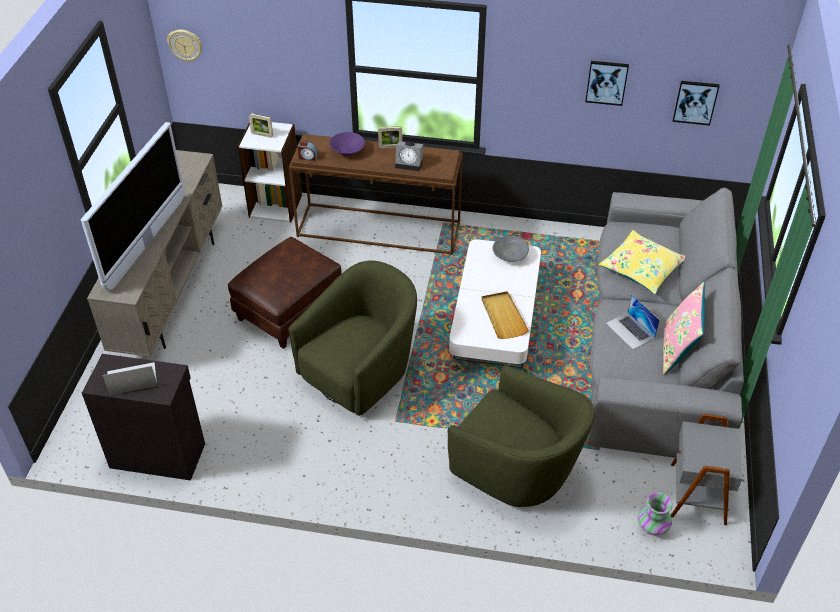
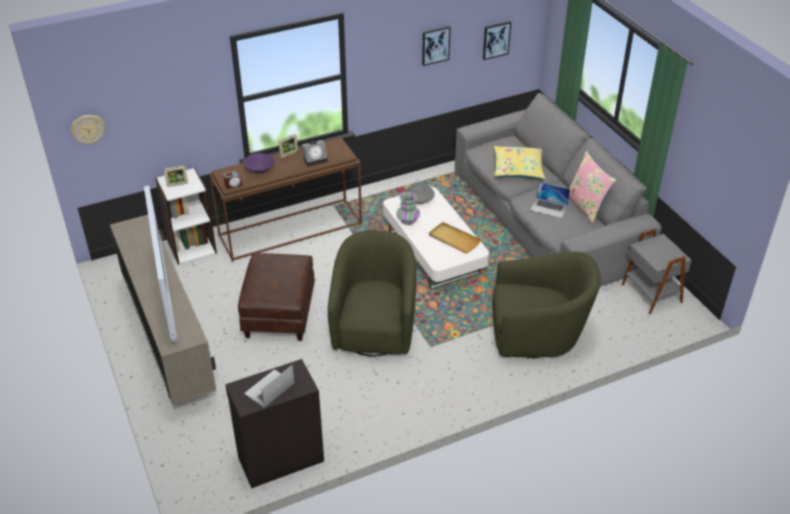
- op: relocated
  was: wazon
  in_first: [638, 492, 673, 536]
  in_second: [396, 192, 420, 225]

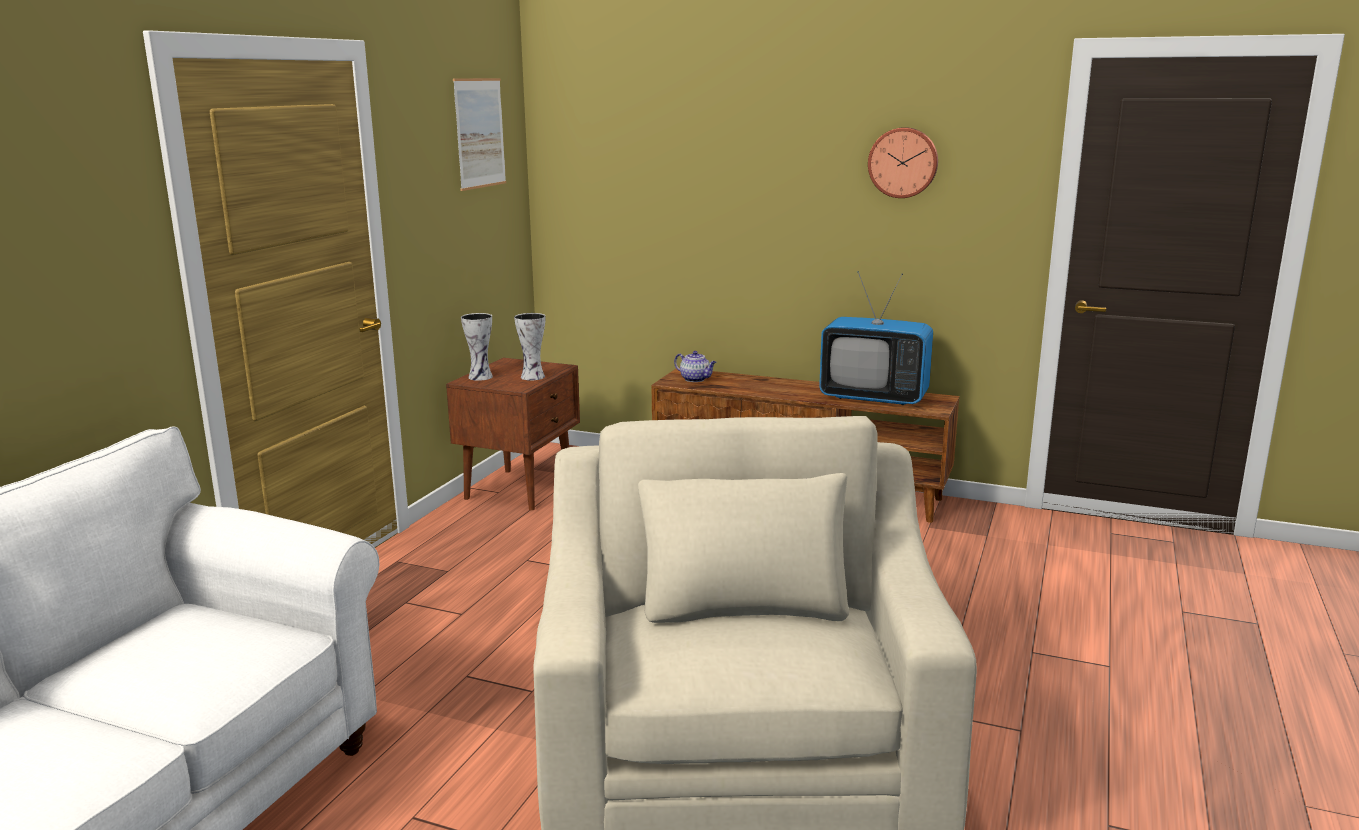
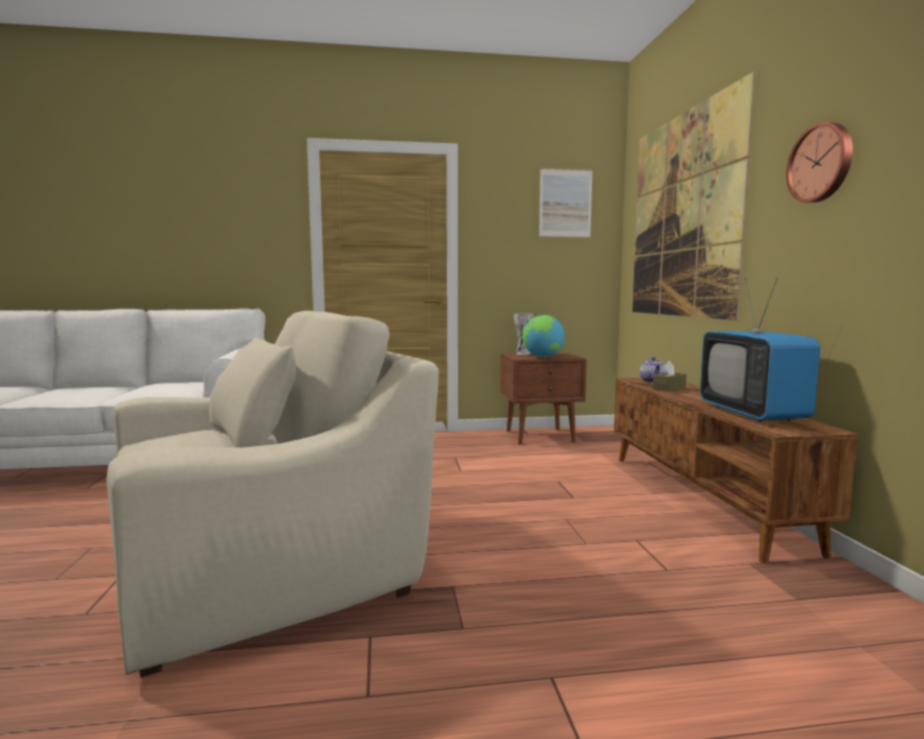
- op: appeared
  now: obraz
  in_second: [632, 71, 756, 321]
- op: appeared
  now: pudełko chusteczek (brązowy)
  in_second: [653, 361, 687, 392]
- op: exchanged
  was: wazon
  now: globus
  in_first: [514, 313, 545, 381]
  in_second: [523, 315, 565, 358]

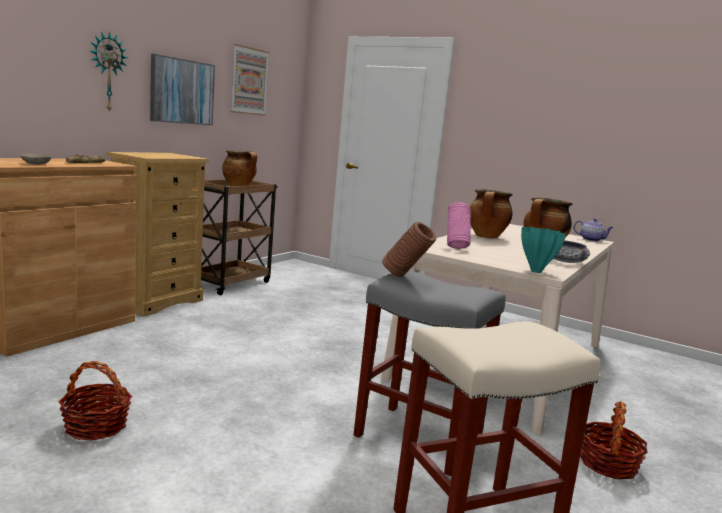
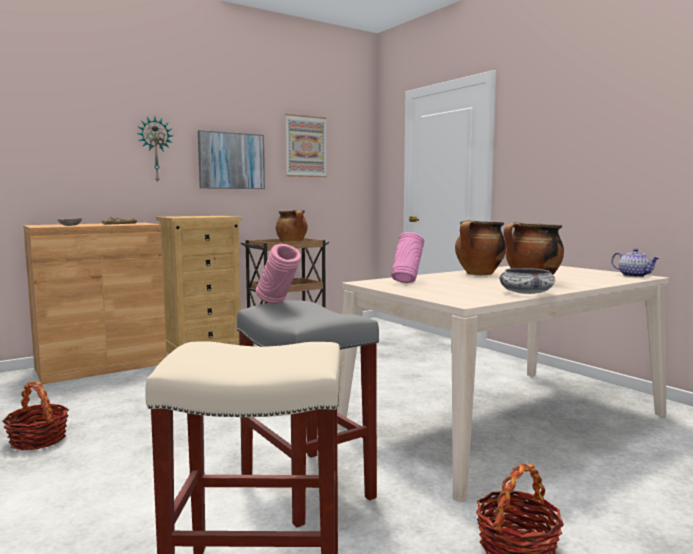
- op: missing
  was: wazon (turkusowy)
  in_first: [521, 227, 566, 273]
- op: colour
  was: wazon (brązowy)
  now: wazon (różowy)
  in_first: [382, 222, 436, 277]
  in_second: [256, 244, 301, 304]

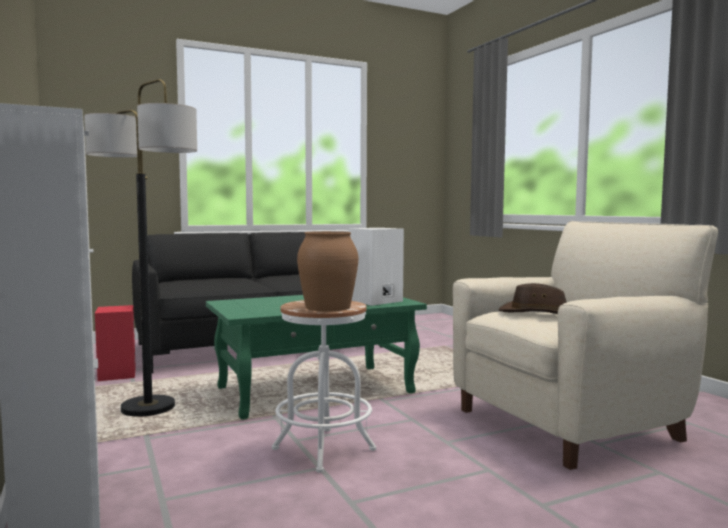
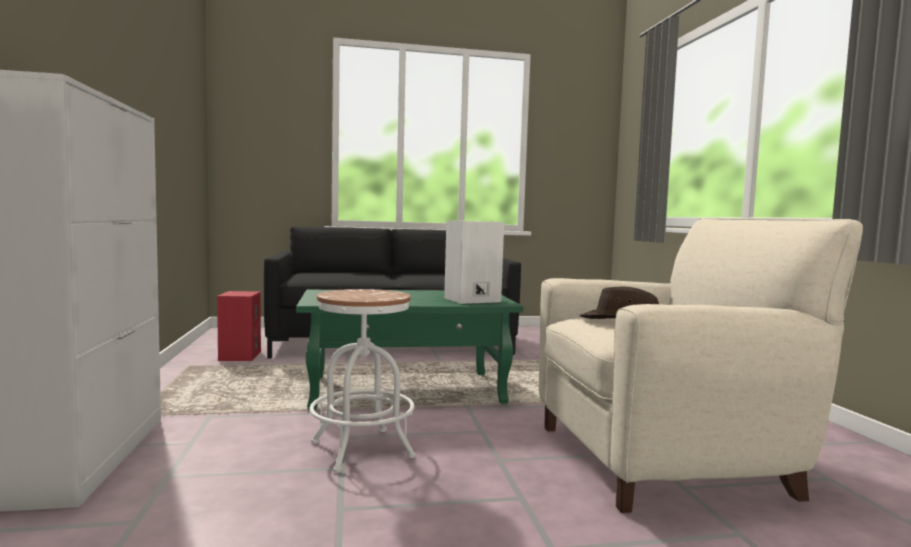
- op: missing
  was: lampa stojąca
  in_first: [84, 79, 197, 417]
- op: missing
  was: wazon (brązowy)
  in_first: [297, 231, 358, 311]

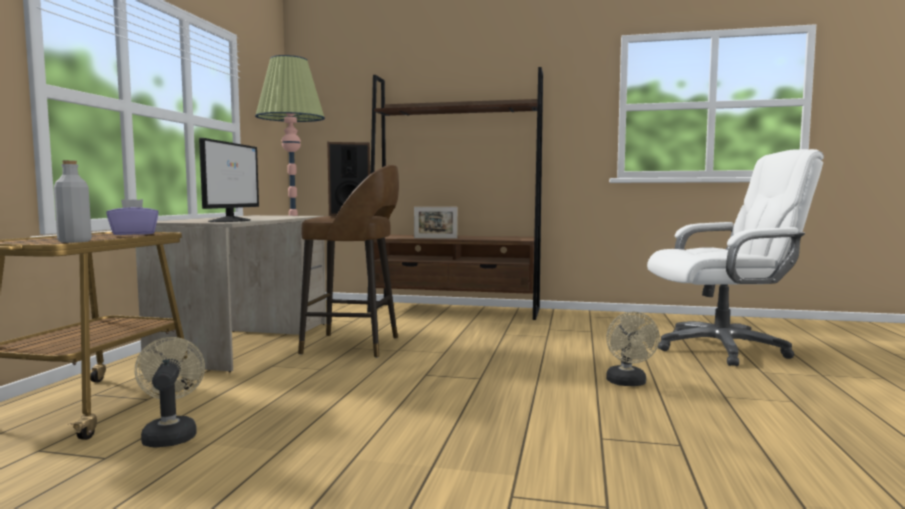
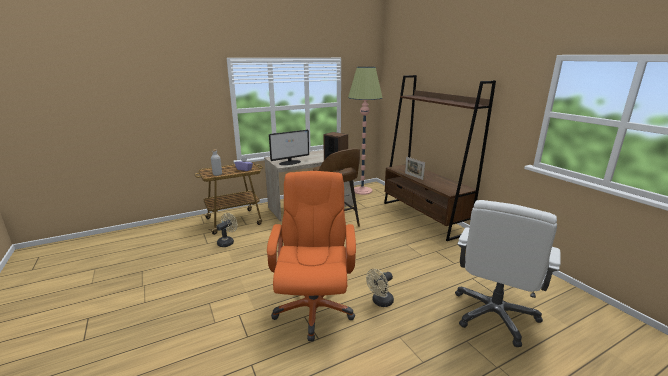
- op: appeared
  now: krzesło biurowe (pomarańczowy)
  in_second: [267, 171, 356, 341]
- op: spun
  was: krzesło biurowe (biały)
  in_first: [647, 149, 824, 366]
  in_second: [455, 200, 560, 347]
  clockwise: 75

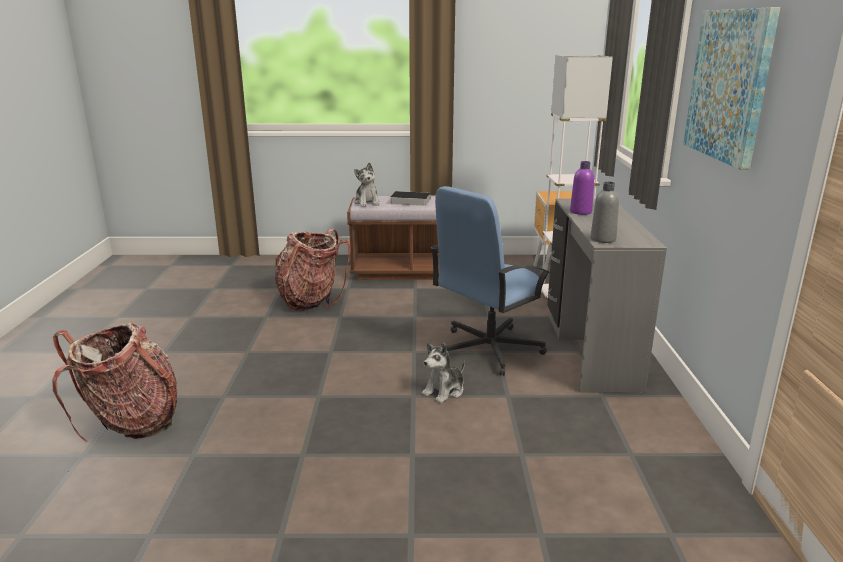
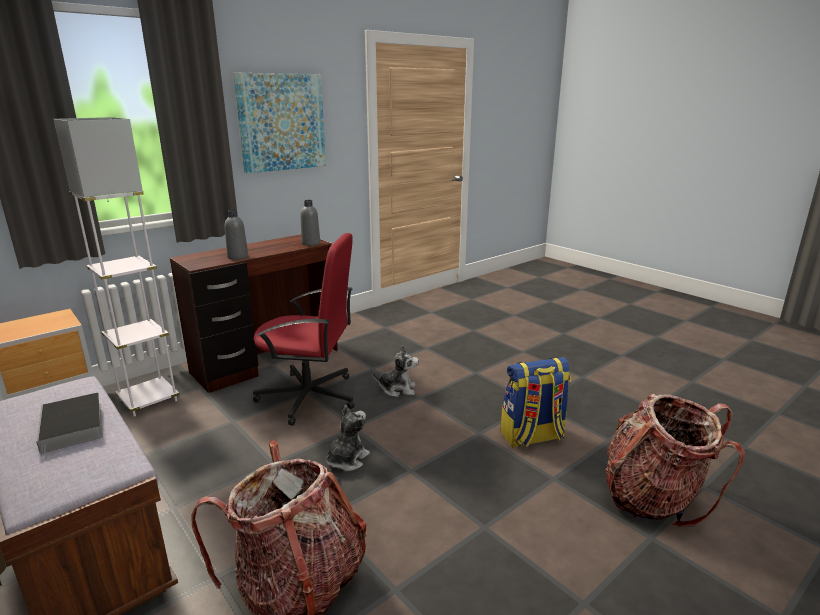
- op: appeared
  now: plecak
  in_second: [501, 357, 571, 448]
- op: relocated
  was: pluszak
  in_first: [354, 163, 380, 207]
  in_second: [326, 405, 370, 471]
- op: colour
  was: krzesło biurowe (niebieski)
  now: krzesło biurowe (czerwony)
  in_first: [430, 186, 550, 376]
  in_second: [253, 233, 355, 426]
- op: colour
  was: biurko (szary)
  now: biurko (brązowy)
  in_first: [547, 199, 667, 393]
  in_second: [170, 234, 338, 393]
- op: colour
  was: butelka (fioletowy)
  now: butelka (szary)
  in_first: [570, 161, 594, 215]
  in_second: [225, 210, 248, 260]

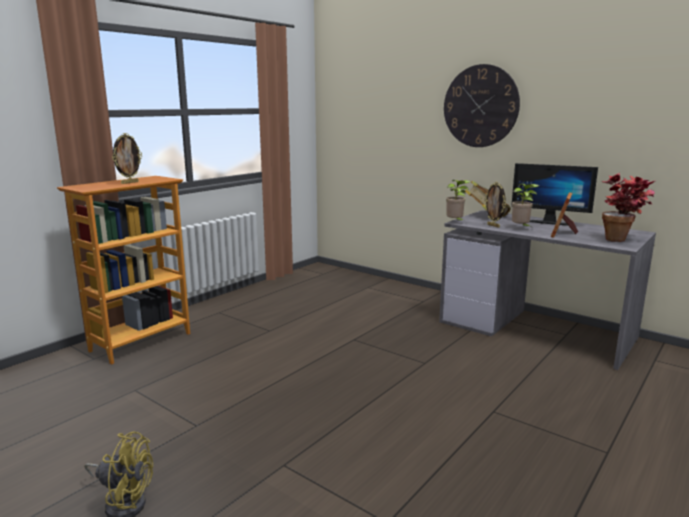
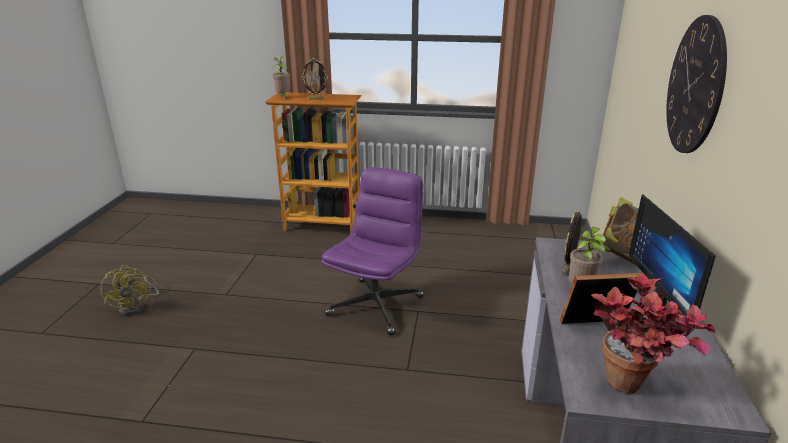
- op: appeared
  now: krzesło biurowe (fioletowy)
  in_second: [321, 167, 424, 335]
- op: relocated
  was: roślina doniczkowa
  in_first: [446, 180, 471, 222]
  in_second: [273, 56, 290, 99]

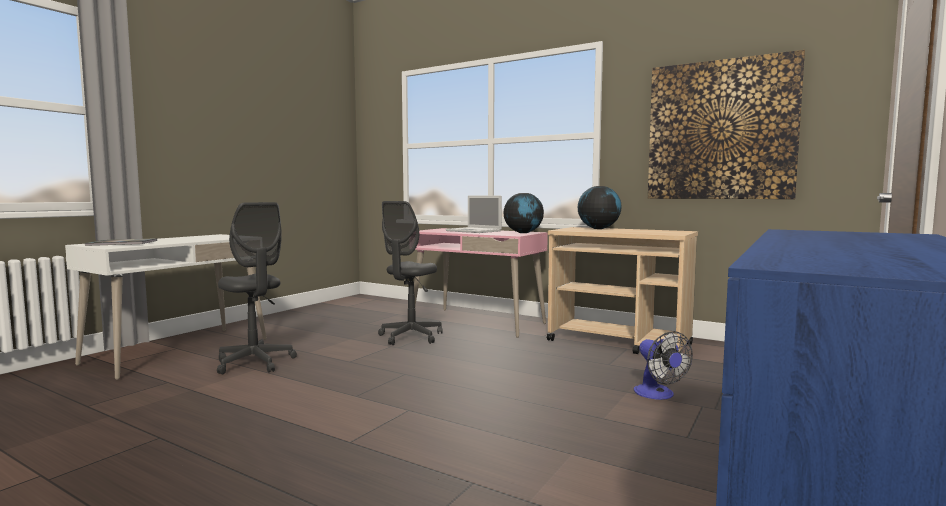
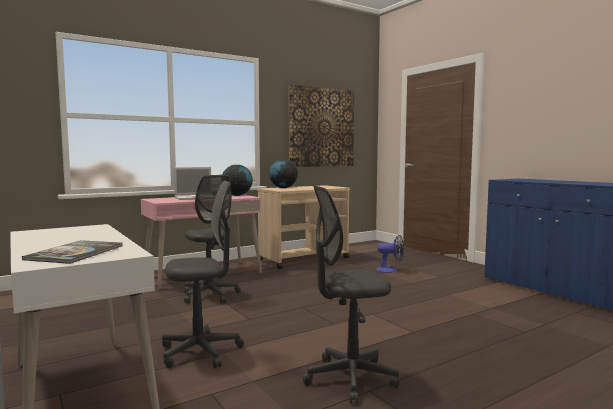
- op: appeared
  now: krzesło biurowe (szary)
  in_second: [302, 186, 399, 404]

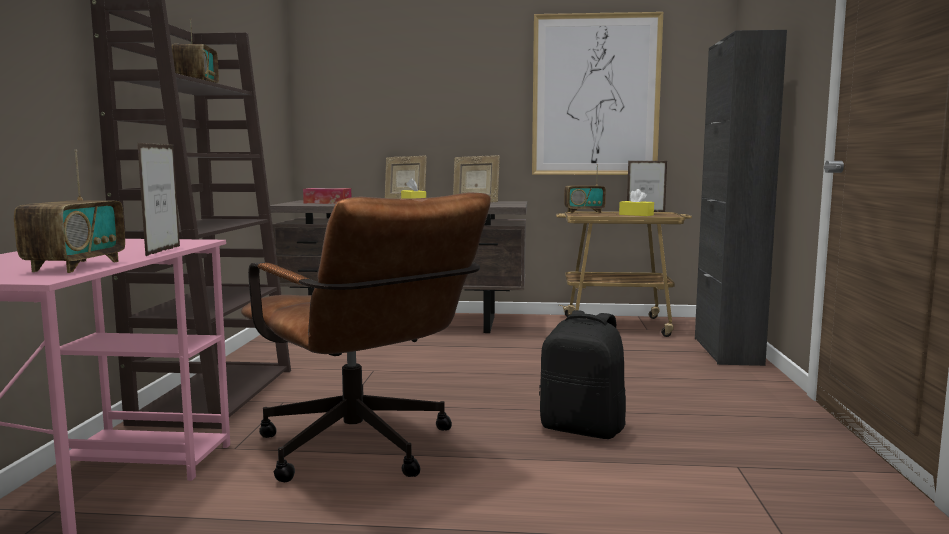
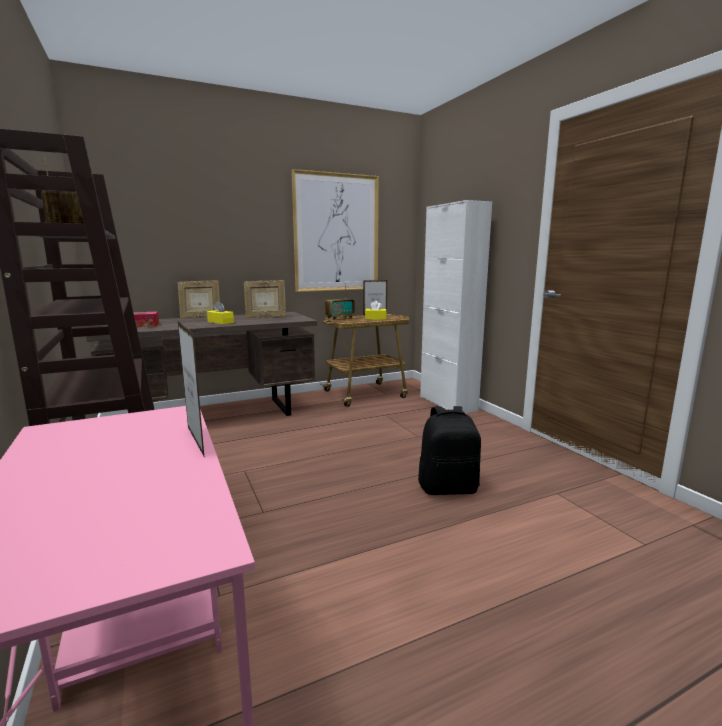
- op: missing
  was: radio
  in_first: [14, 149, 125, 273]
- op: missing
  was: krzesło biurowe (brązowy)
  in_first: [241, 192, 491, 482]
- op: colour
  was: szafka (czarny)
  now: szafka (biały)
  in_first: [695, 30, 787, 366]
  in_second: [420, 200, 492, 413]

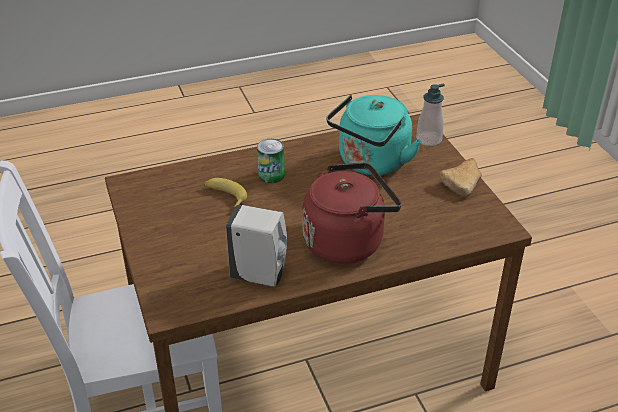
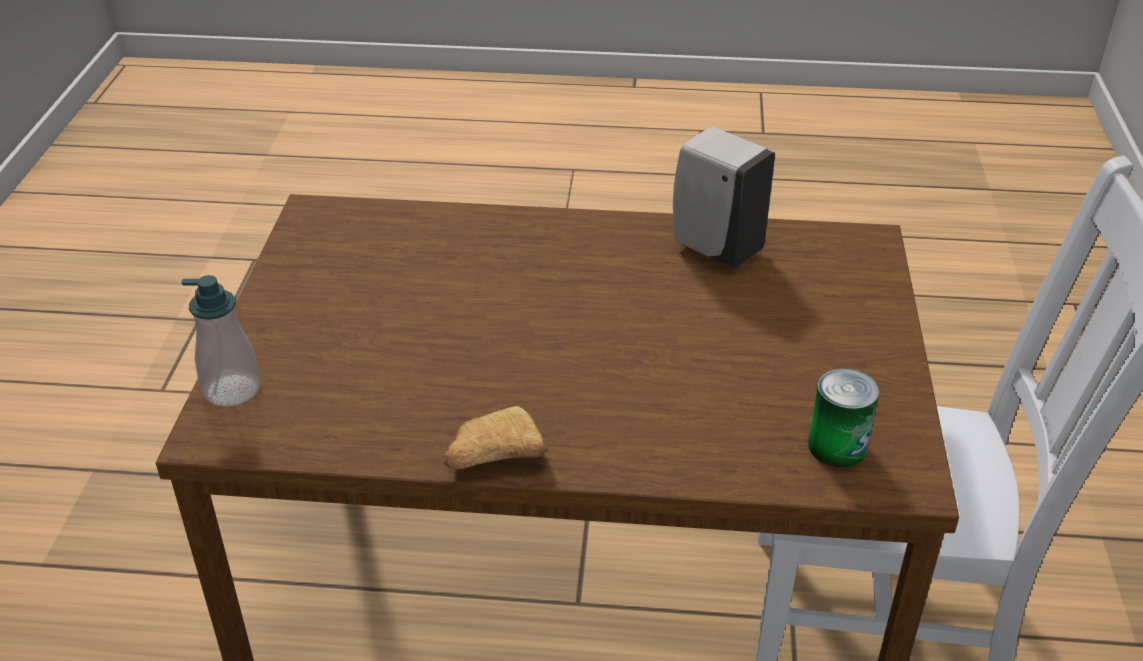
- op: missing
  was: banan
  in_first: [204, 178, 247, 209]
- op: missing
  was: czajnik (czerwony)
  in_first: [302, 163, 402, 264]
- op: missing
  was: czajnik (turkusowy)
  in_first: [326, 95, 421, 175]
- op: relocated
  was: puszka
  in_first: [257, 139, 285, 183]
  in_second: [808, 368, 879, 467]
- op: relocated
  was: chleb
  in_first: [439, 158, 482, 197]
  in_second: [444, 406, 547, 469]

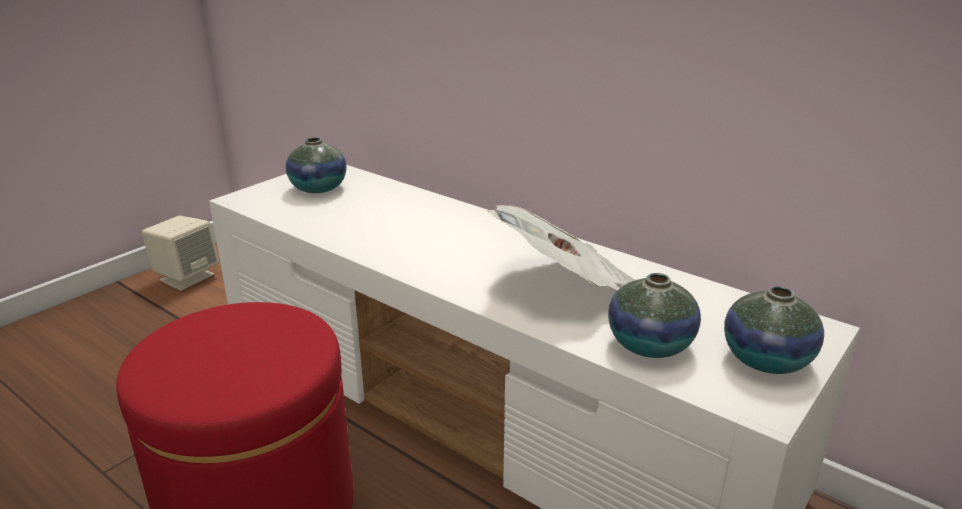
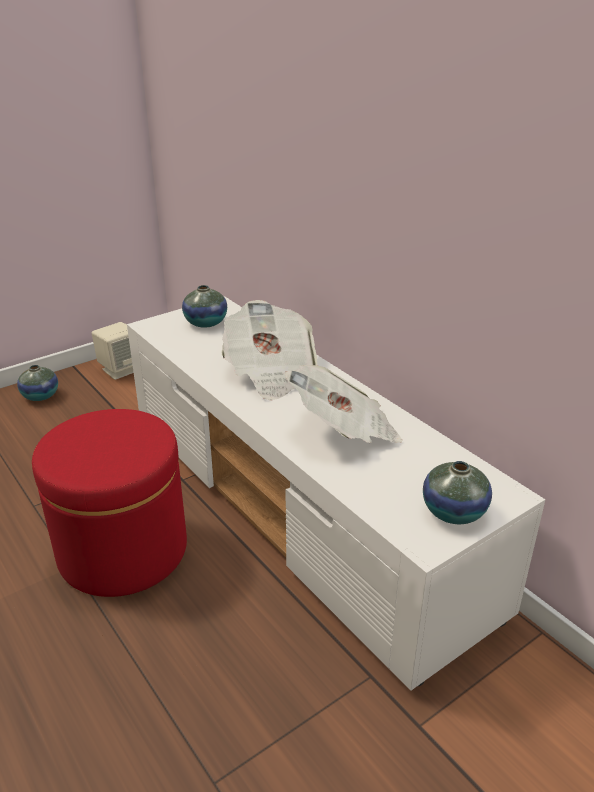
- op: appeared
  now: gazeta
  in_second: [221, 300, 318, 400]
- op: relocated
  was: wazon
  in_first: [608, 273, 701, 358]
  in_second: [17, 365, 58, 401]

